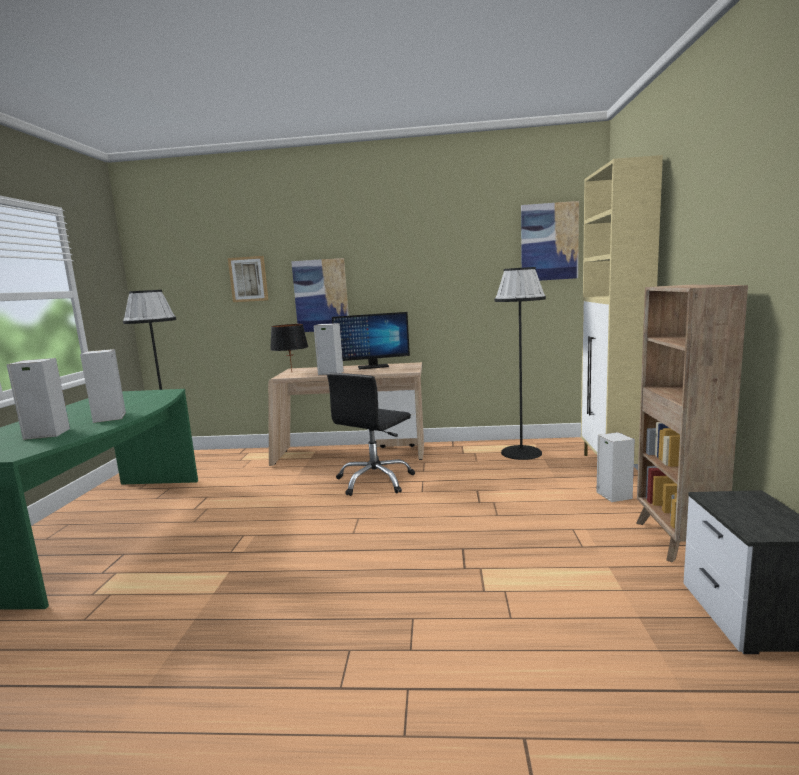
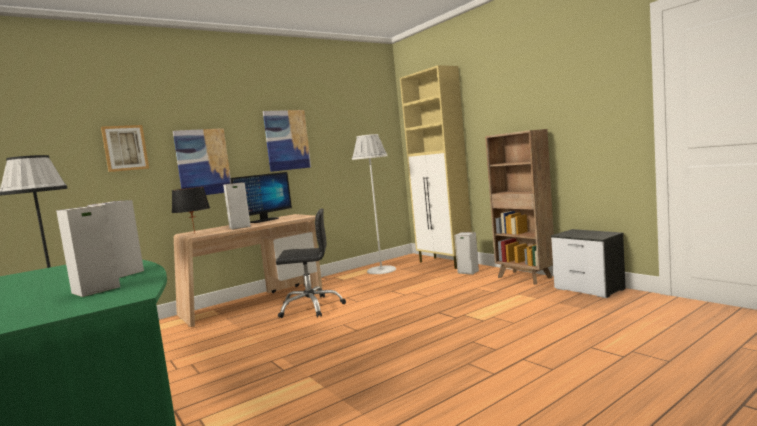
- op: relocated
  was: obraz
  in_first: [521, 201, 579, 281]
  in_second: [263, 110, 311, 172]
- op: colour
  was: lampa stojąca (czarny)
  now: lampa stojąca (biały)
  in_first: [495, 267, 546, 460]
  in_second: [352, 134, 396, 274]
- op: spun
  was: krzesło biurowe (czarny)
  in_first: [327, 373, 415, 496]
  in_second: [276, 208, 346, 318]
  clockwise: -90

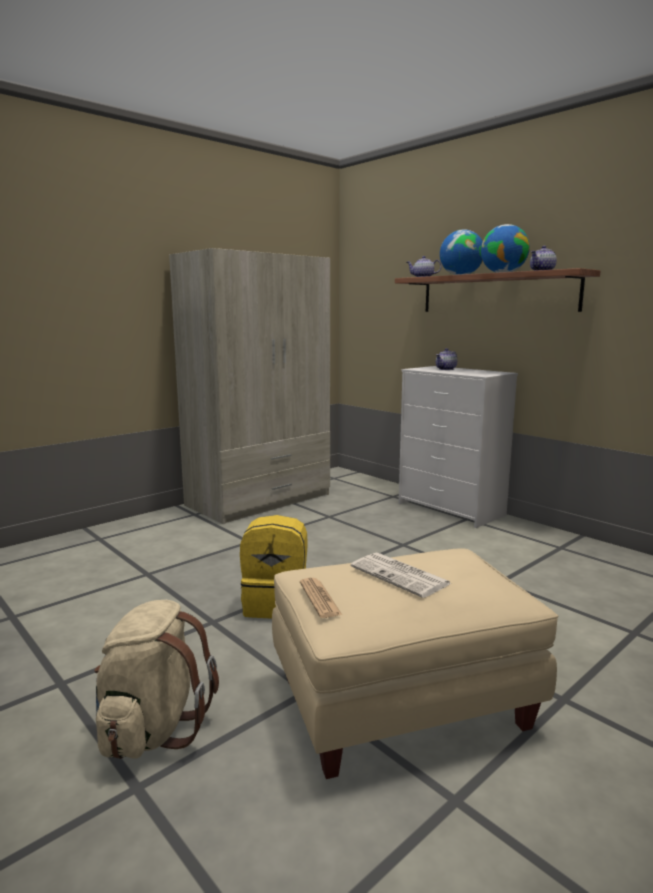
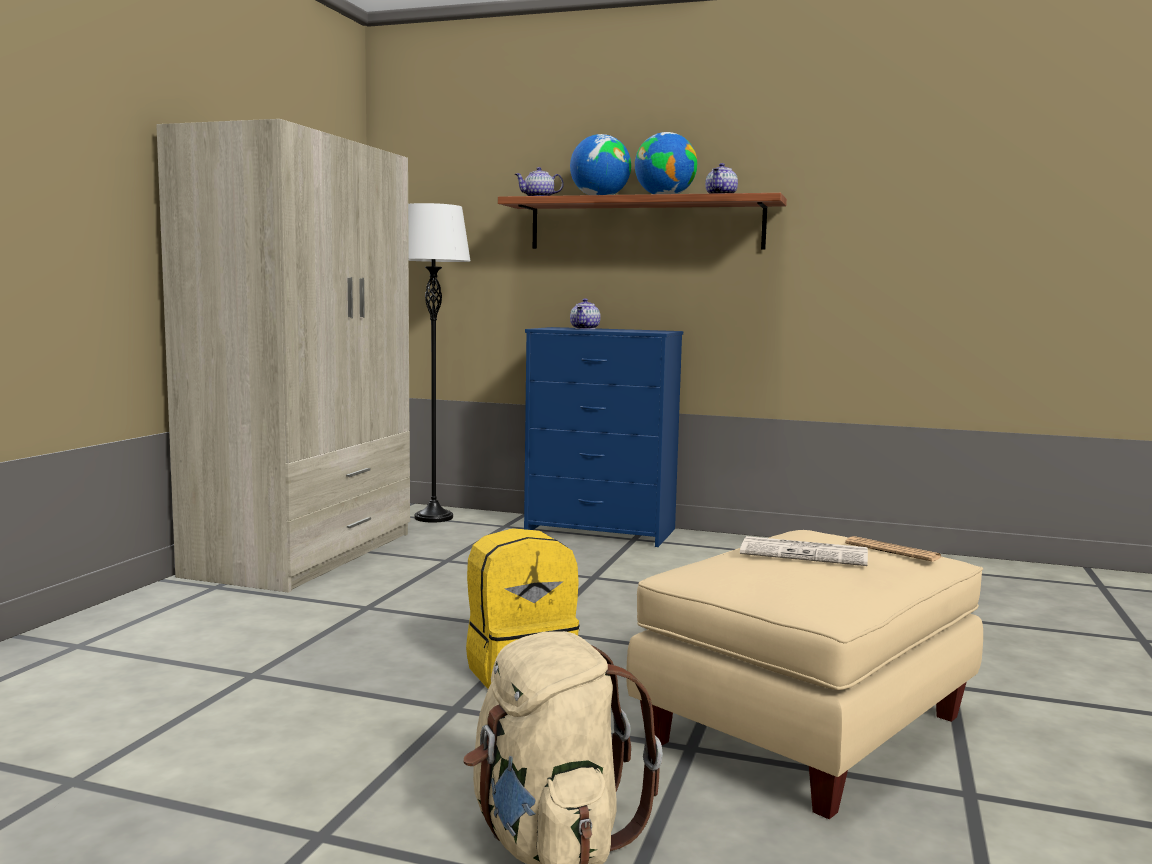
- op: appeared
  now: lampa stojąca (biały)
  in_second: [408, 203, 470, 523]
- op: relocated
  was: gazeta
  in_first: [300, 578, 342, 618]
  in_second: [845, 536, 941, 562]
- op: colour
  was: komoda (biały)
  now: komoda (niebieski)
  in_first: [398, 366, 518, 528]
  in_second: [524, 327, 683, 547]

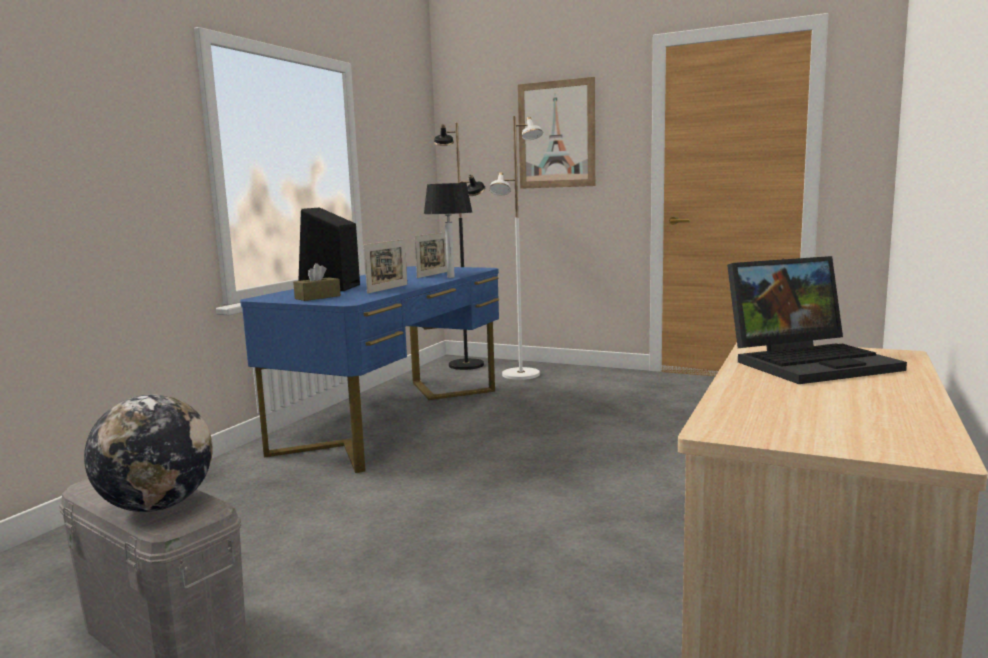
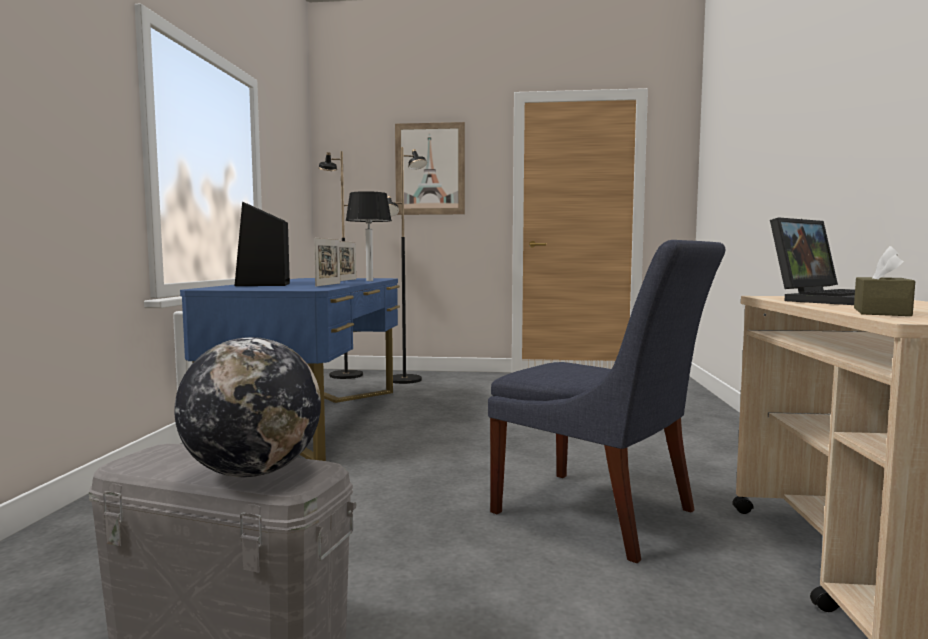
- op: appeared
  now: krzesło (niebieski)
  in_second: [488, 240, 725, 563]
- op: relocated
  was: pudełko chusteczek (brązowy)
  in_first: [293, 263, 341, 301]
  in_second: [854, 246, 915, 316]
- op: colour
  was: lampa stojąca (biały)
  now: lampa stojąca (czarny)
  in_first: [489, 116, 543, 380]
  in_second: [387, 147, 427, 384]

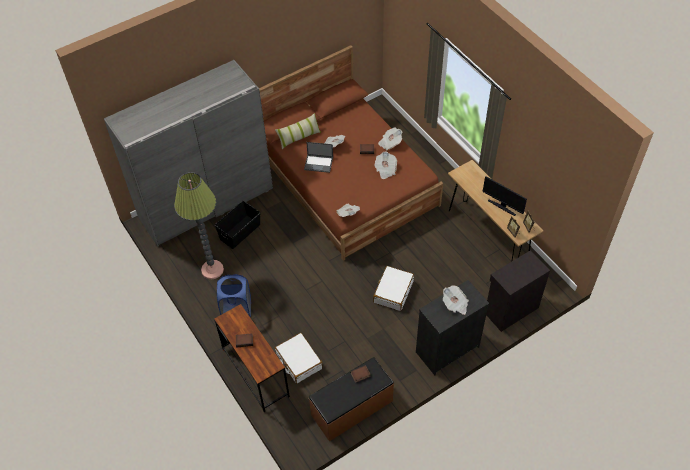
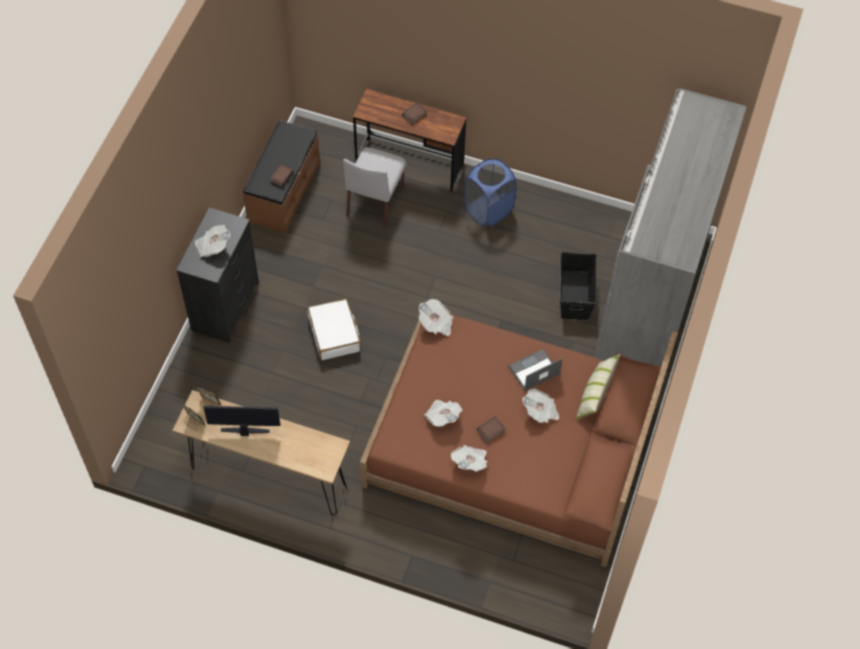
- op: missing
  was: lampa stojąca
  in_first: [174, 172, 224, 279]
- op: missing
  was: szafka (czarny)
  in_first: [486, 250, 550, 332]
- op: exchanged
  was: walizka (biały)
  now: krzesło (szary)
  in_first: [275, 333, 323, 384]
  in_second: [343, 147, 407, 228]

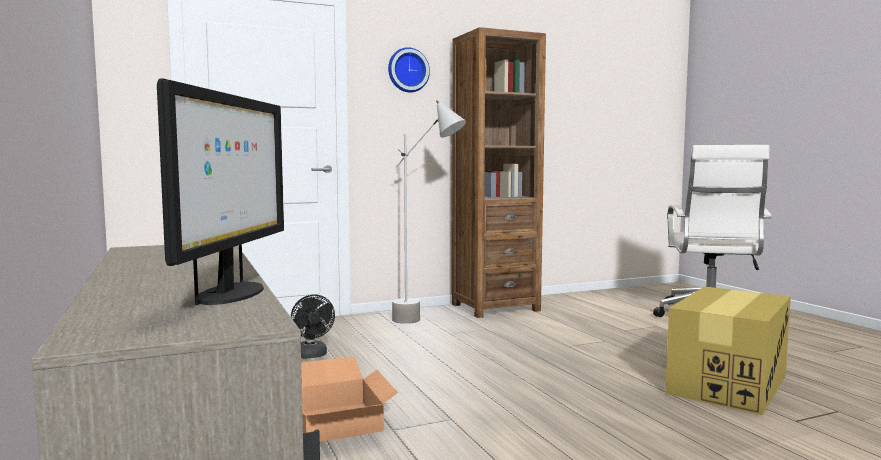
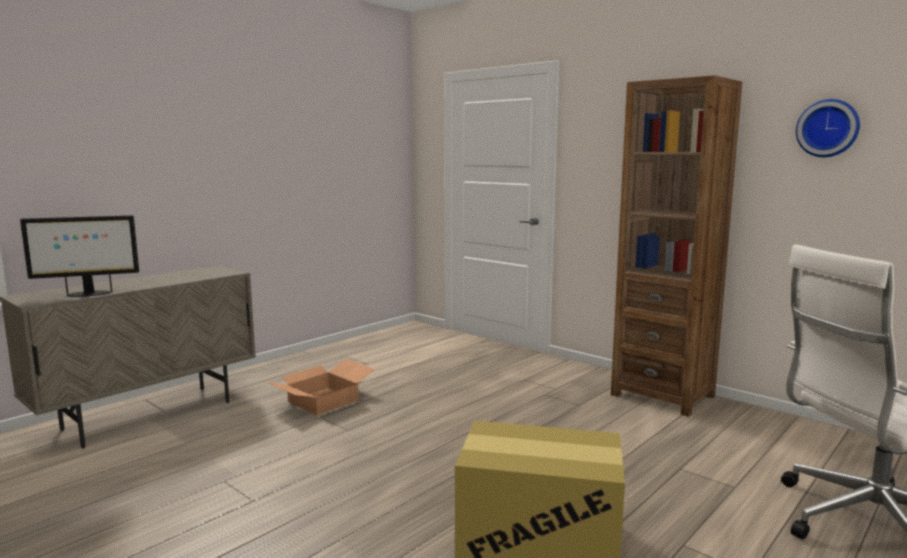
- op: missing
  was: wentylator (czarny)
  in_first: [291, 295, 335, 358]
- op: missing
  was: lampa stojąca (szary)
  in_first: [392, 100, 466, 324]
- op: relocated
  was: zegar ścienny
  in_first: [388, 47, 430, 92]
  in_second: [796, 99, 860, 157]

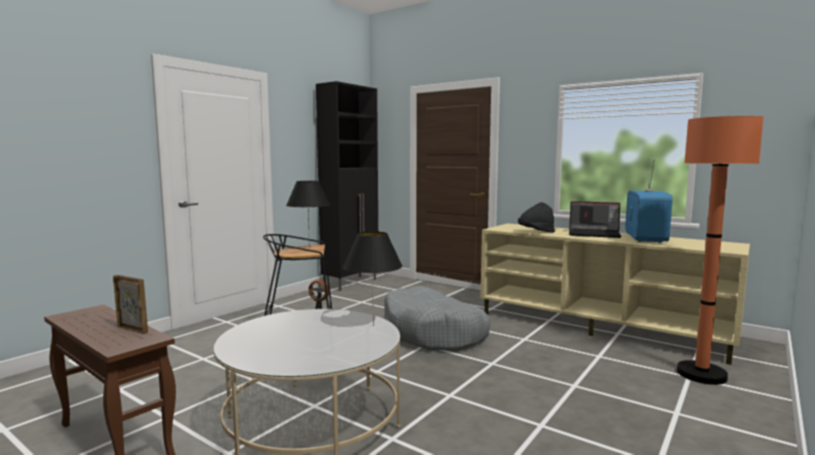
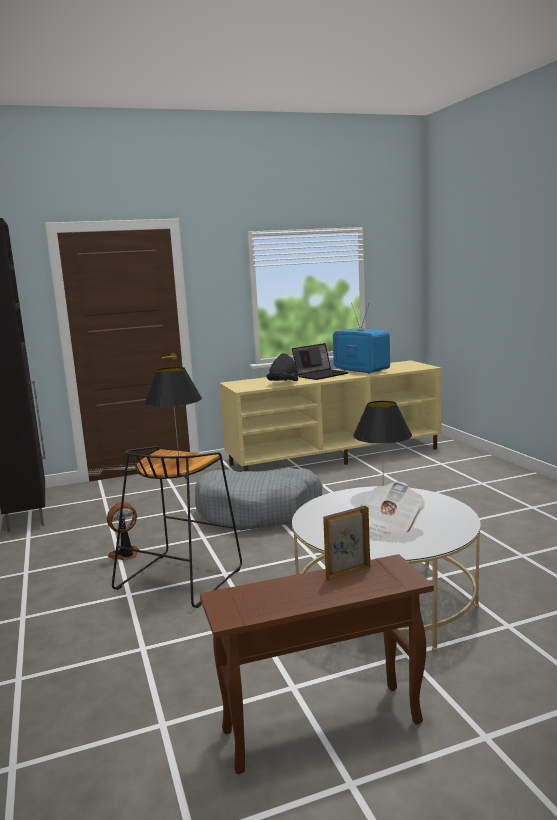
- op: missing
  was: lampa stojąca (pomarańczowy)
  in_first: [677, 116, 764, 385]
- op: appeared
  now: gazeta
  in_second: [360, 482, 425, 541]

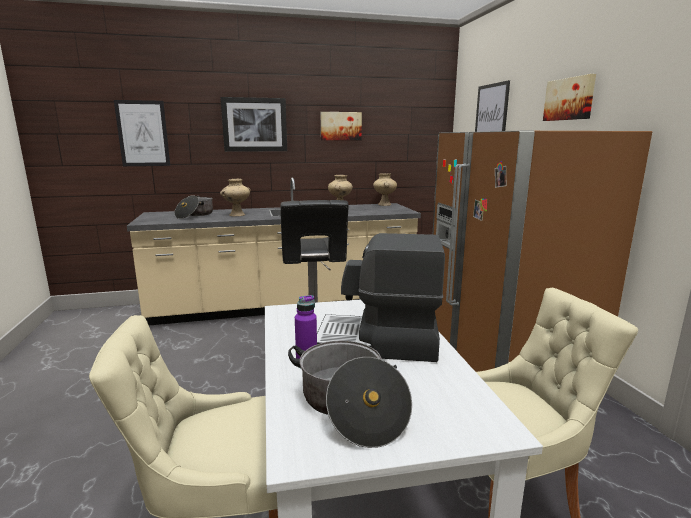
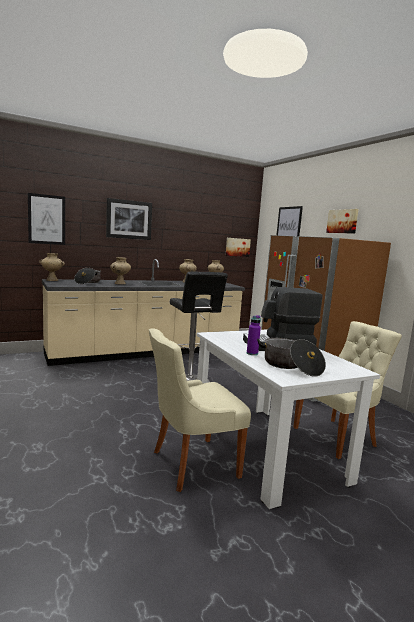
- op: appeared
  now: wazon (beżowy)
  in_second: [39, 253, 65, 281]
- op: relocated
  was: obraz
  in_first: [321, 112, 362, 140]
  in_second: [226, 238, 251, 257]

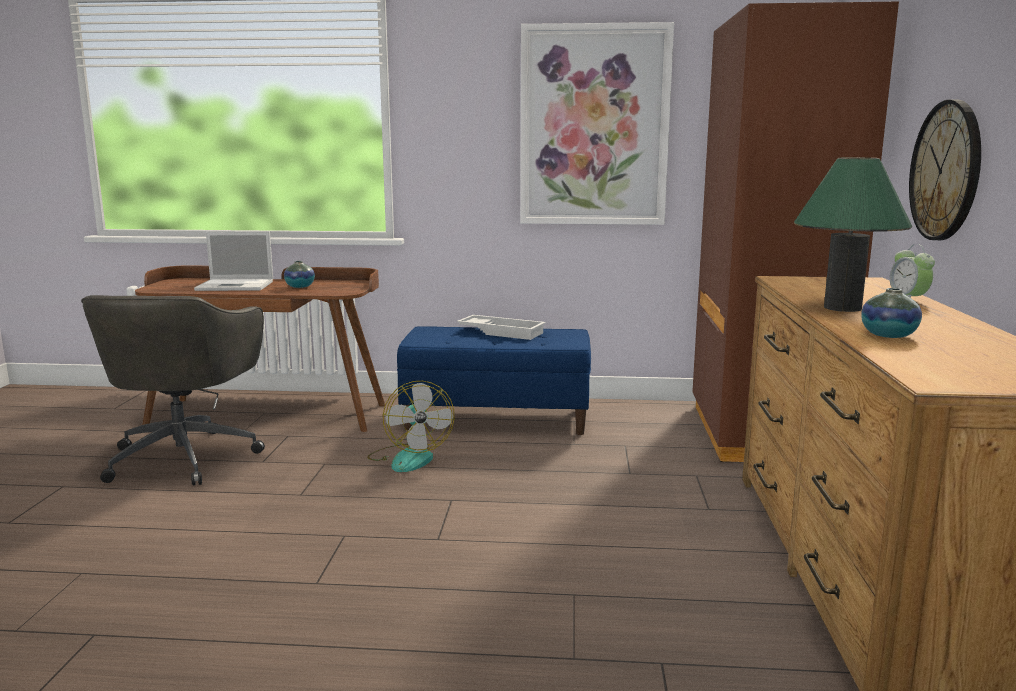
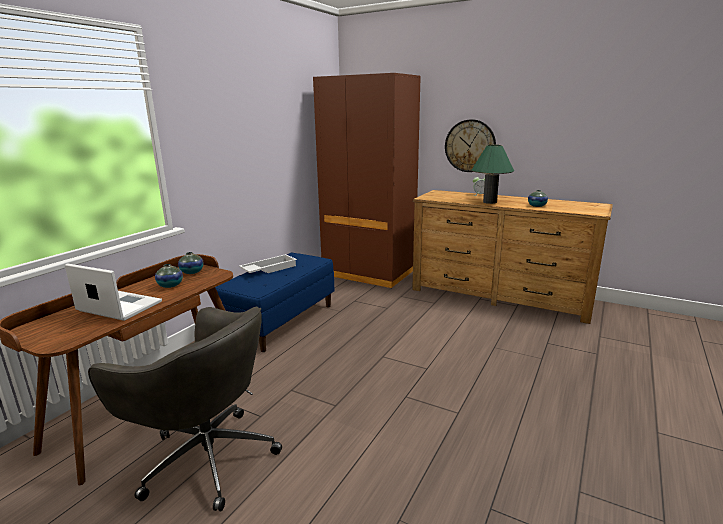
- op: missing
  was: wentylator
  in_first: [367, 381, 454, 472]
- op: missing
  was: obraz
  in_first: [520, 22, 674, 225]
- op: appeared
  now: wazon
  in_second: [178, 252, 204, 274]
- op: spun
  was: laptop
  in_first: [194, 231, 273, 291]
  in_second: [65, 263, 162, 321]
  clockwise: -90

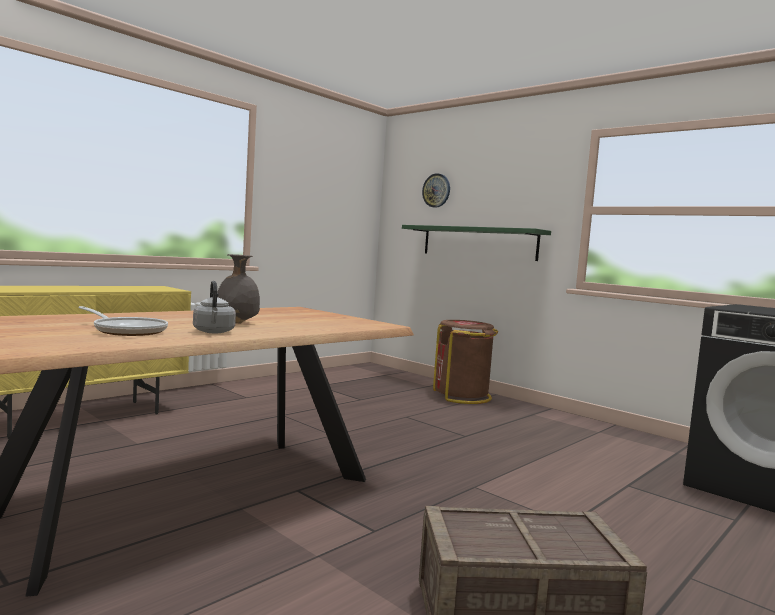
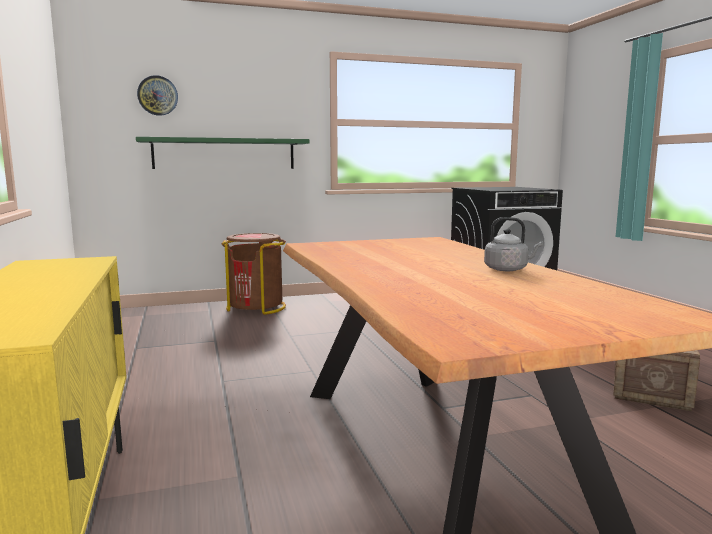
- op: missing
  was: patelnia
  in_first: [78, 306, 168, 336]
- op: missing
  was: wazon (szary)
  in_first: [217, 254, 260, 324]

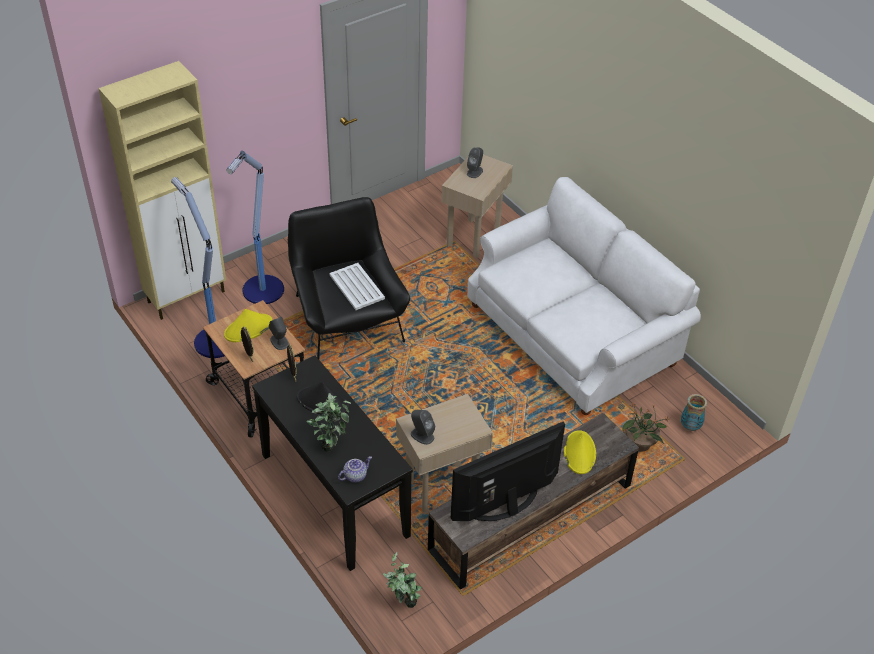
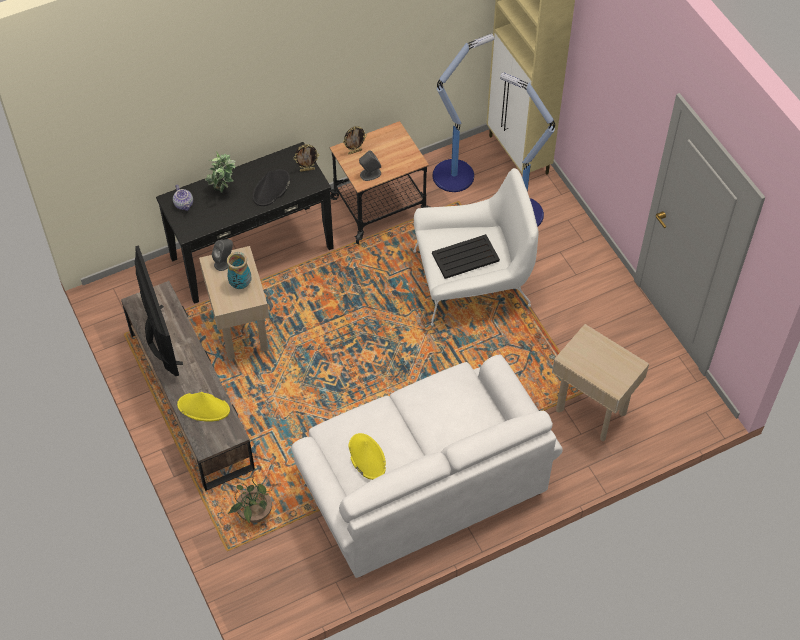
- op: missing
  was: roślina doniczkowa
  in_first: [383, 552, 422, 608]
- op: missing
  was: głośnik (szary)
  in_first: [467, 147, 483, 178]
- op: relocated
  was: kapelusz (żółty)
  in_first: [224, 309, 272, 342]
  in_second: [348, 433, 386, 480]
- op: relocated
  was: wazon
  in_first: [681, 394, 707, 431]
  in_second: [227, 252, 251, 289]
- op: colour
  was: fotel (czarny)
  now: fotel (biały)
  in_first: [288, 197, 410, 359]
  in_second: [413, 168, 538, 326]
- op: colour
  was: taca (biały)
  now: taca (czarny)
  in_first: [329, 263, 385, 310]
  in_second: [432, 234, 500, 279]

